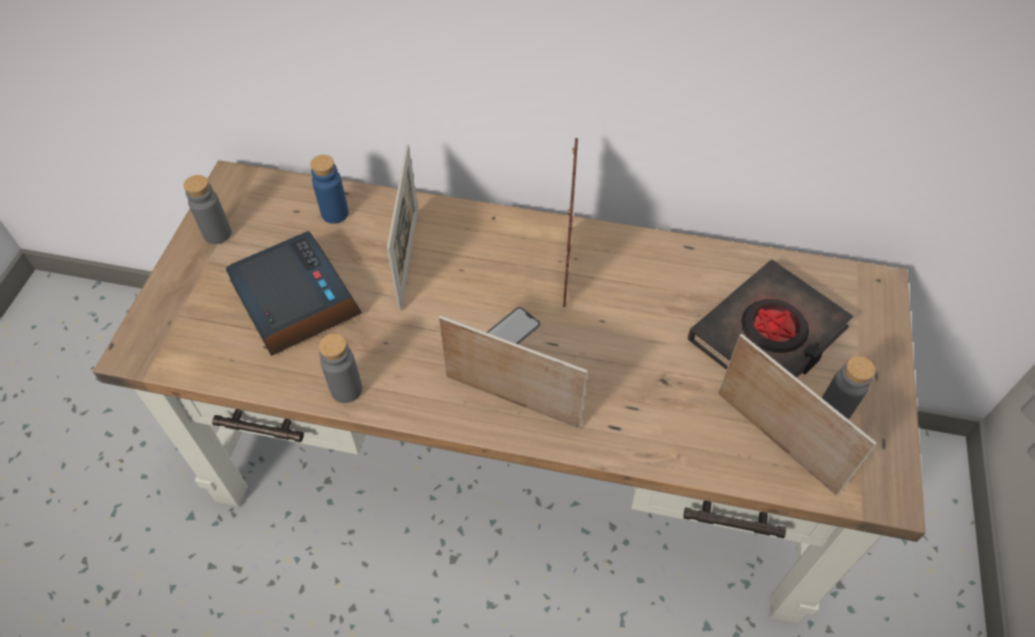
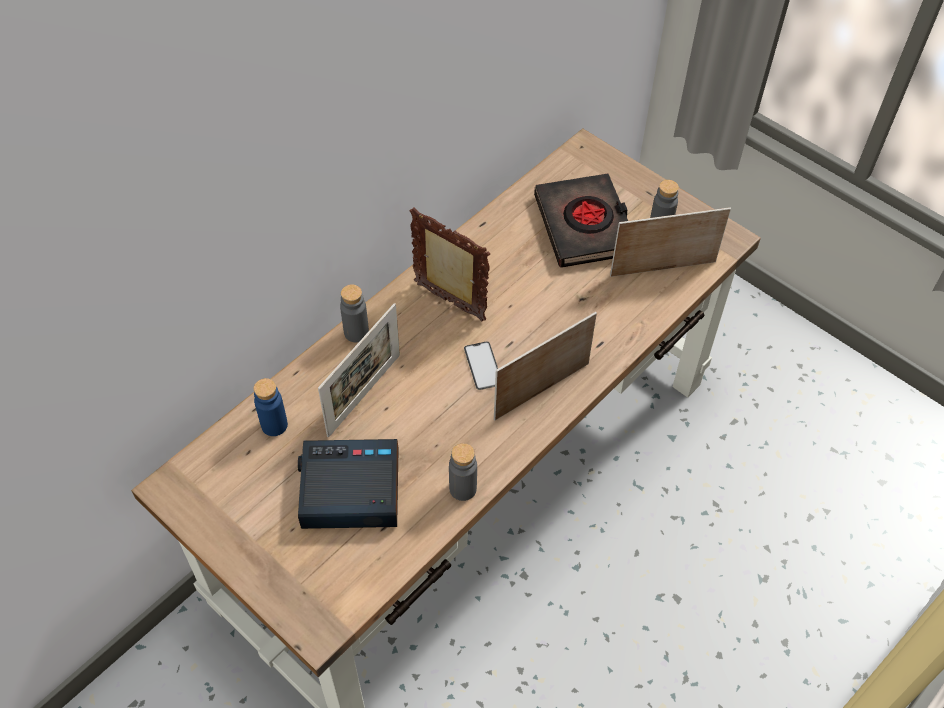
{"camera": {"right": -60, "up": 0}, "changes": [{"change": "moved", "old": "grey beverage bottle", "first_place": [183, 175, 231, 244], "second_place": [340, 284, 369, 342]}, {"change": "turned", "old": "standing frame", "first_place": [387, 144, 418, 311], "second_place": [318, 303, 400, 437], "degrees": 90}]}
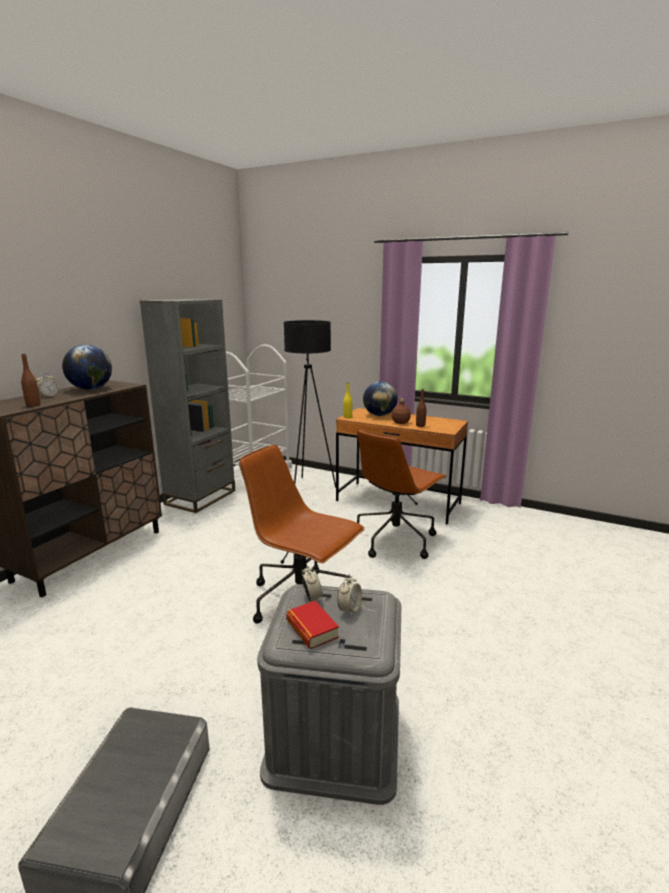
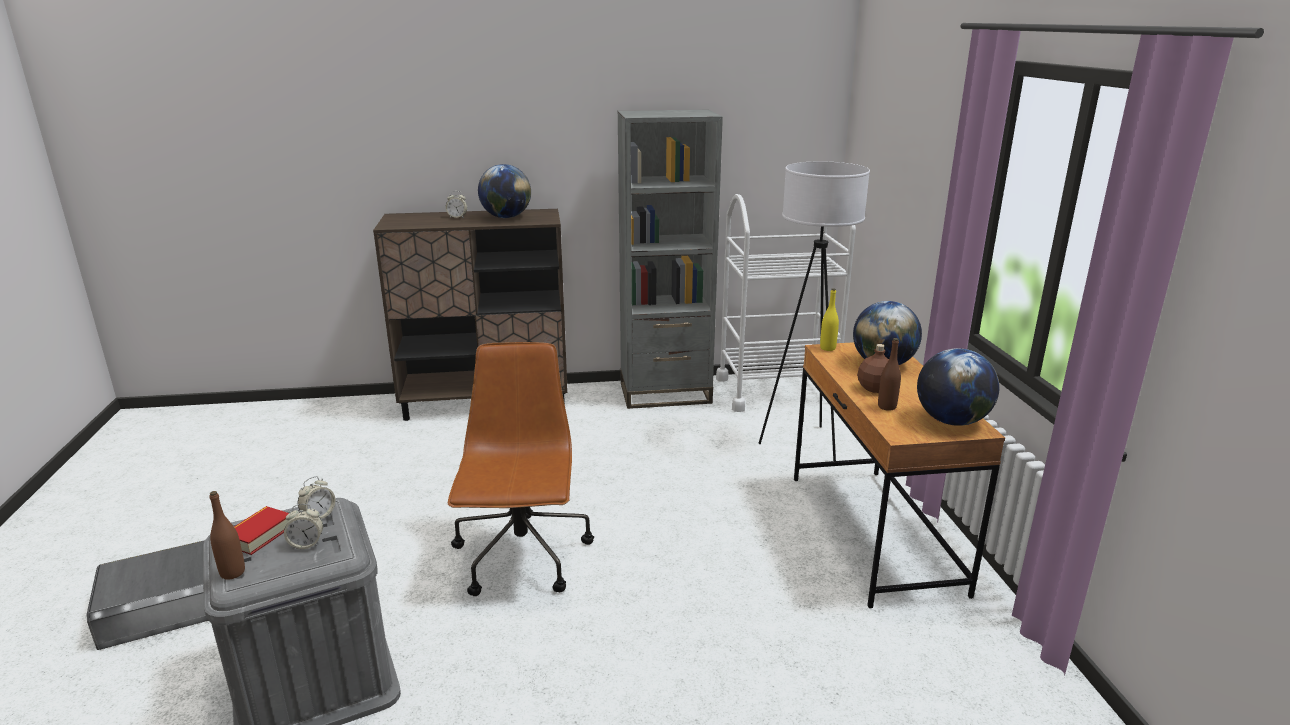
{"camera": {"right": 55, "up": 5}, "changes": [{"change": "removed", "old": "brown computer chair", "first_place": [357, 429, 447, 559]}, {"change": "added", "new": "globe", "second_place": [917, 348, 1000, 426]}, {"change": "moved", "old": "brown beverage bottle", "first_place": [21, 354, 40, 407], "second_place": [209, 491, 245, 580]}, {"change": "recoloured", "old": "black-coloured floor lamp", "new": "whitish floor lamp", "first_place": [284, 320, 336, 488], "second_place": [758, 161, 870, 461]}]}
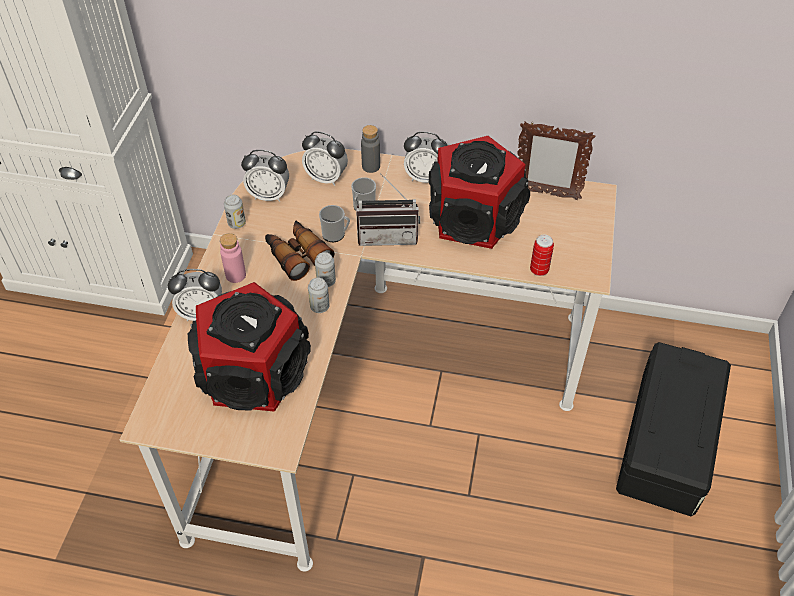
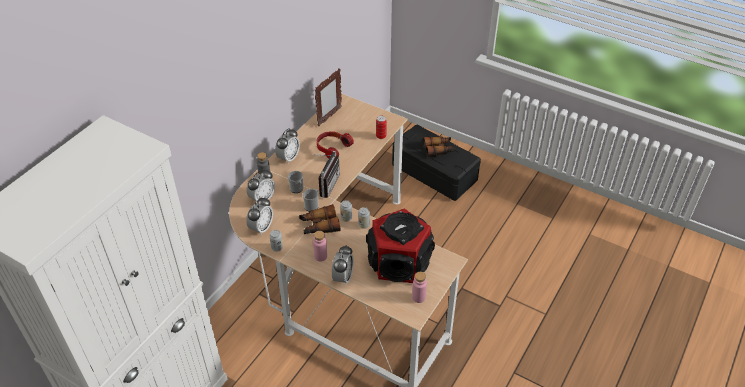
{"camera": {"right": -70, "up": -5}, "changes": [{"change": "added", "new": "pinkish beverage bottle", "second_place": [412, 272, 427, 303]}, {"change": "added", "new": "binoculars", "second_place": [423, 136, 455, 158]}, {"change": "replaced", "old": "speaker", "new": "headphones", "first_place": [429, 136, 530, 249], "second_place": [317, 131, 354, 159]}]}
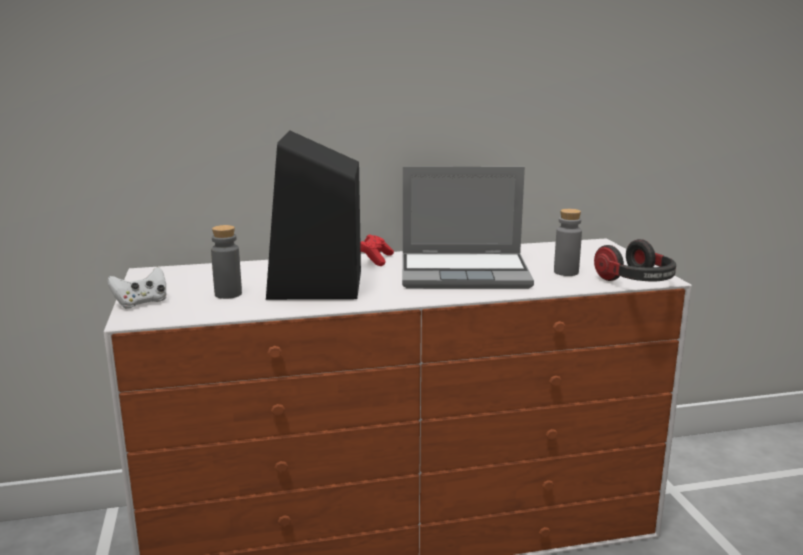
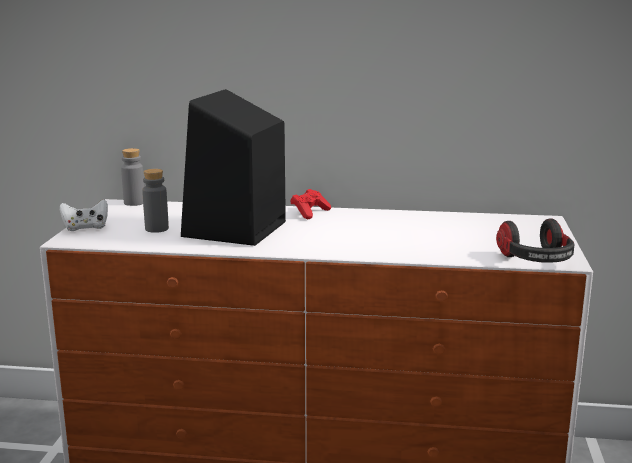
{"camera": {"right": 20, "up": 0}, "changes": [{"change": "removed", "old": "notebook computer", "first_place": [402, 167, 534, 289]}, {"change": "moved", "old": "grey beverage bottle", "first_place": [554, 209, 582, 276], "second_place": [121, 148, 144, 206]}]}
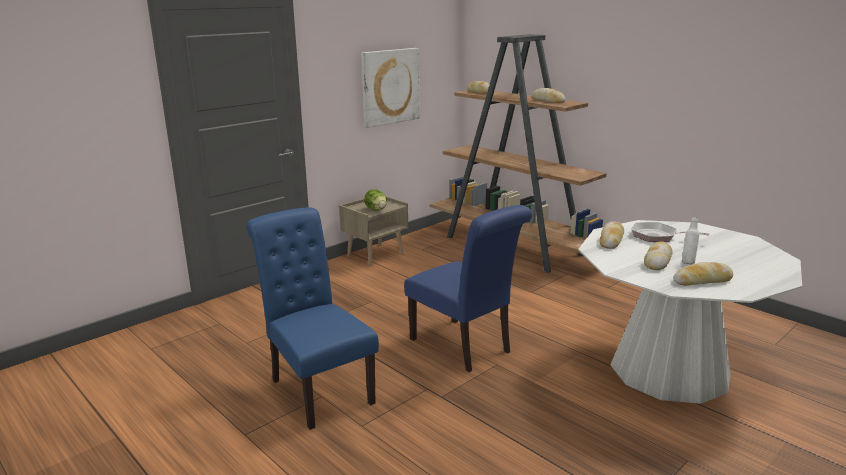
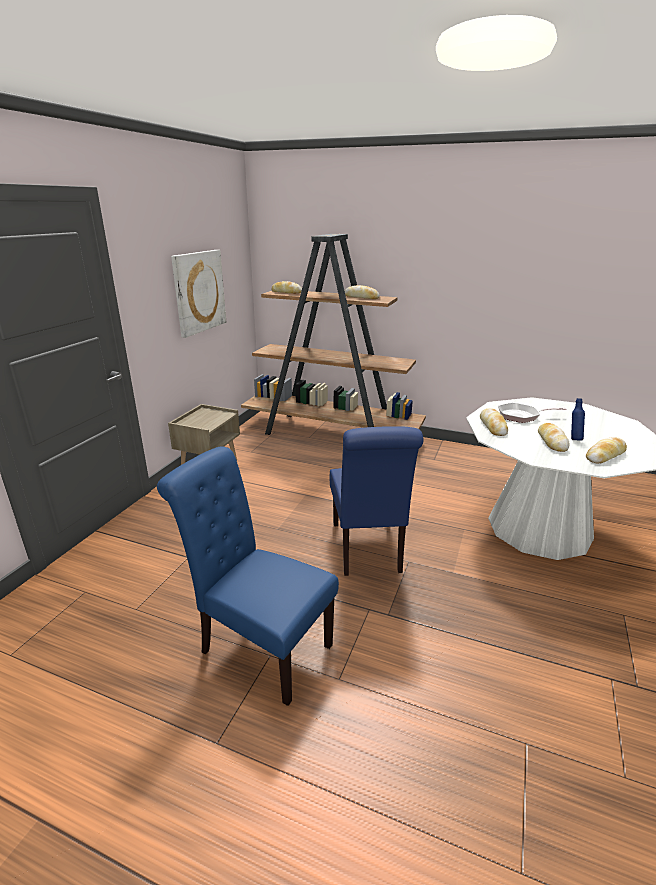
{"camera": {"right": -25, "up": 5}, "changes": [{"change": "removed", "old": "lettuce head", "first_place": [364, 189, 387, 211]}, {"change": "recoloured", "old": "whitish beverage bottle", "new": "blue beverage bottle", "first_place": [682, 217, 699, 265], "second_place": [571, 398, 585, 440]}, {"change": "turned", "old": "blue upright chair", "first_place": [404, 205, 532, 372], "second_place": [330, 426, 423, 576], "degrees": 60}]}
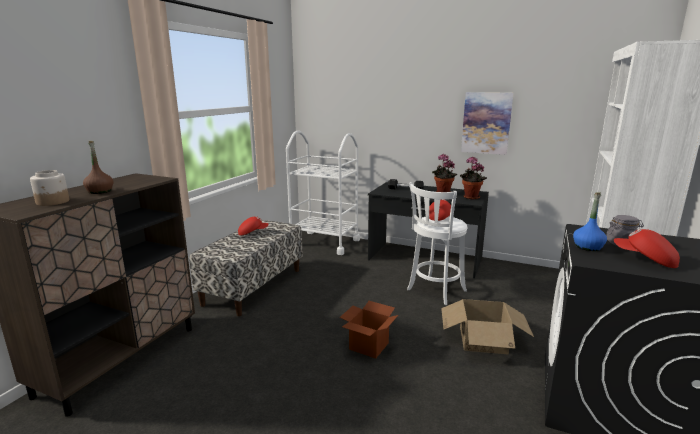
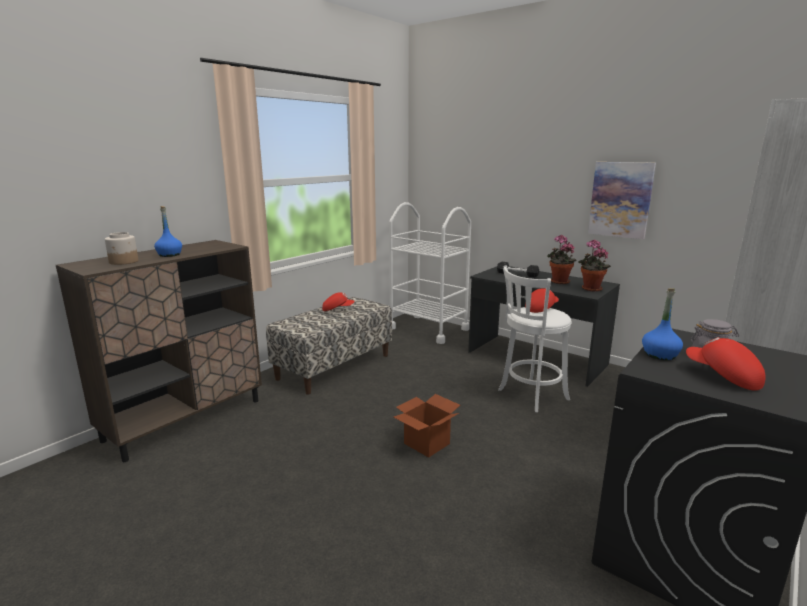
{"camera": {"right": 15, "up": 0}, "changes": [{"change": "removed", "old": "carton", "first_place": [441, 299, 534, 354]}, {"change": "recoloured", "old": "brown beverage bottle", "new": "blue beverage bottle", "first_place": [83, 141, 114, 194], "second_place": [154, 206, 182, 257]}]}
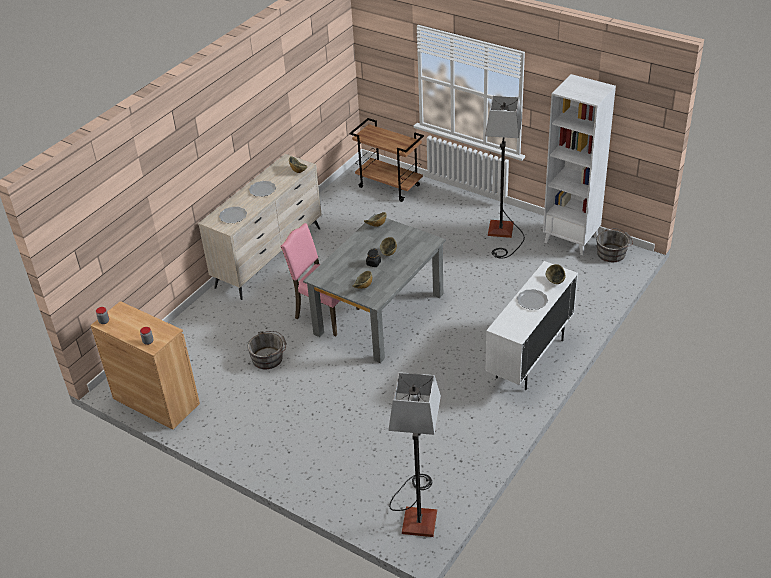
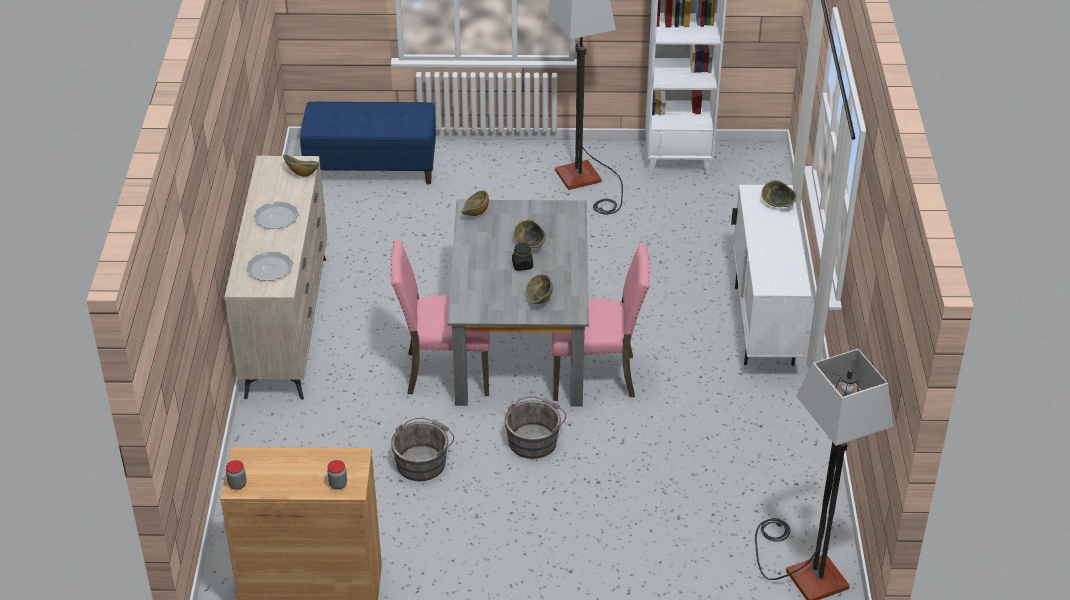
{"camera": {"right": -35, "up": 0}, "changes": [{"change": "removed", "old": "plate", "first_place": [517, 289, 548, 310]}, {"change": "added", "new": "pinkish upright chair", "second_place": [552, 243, 650, 401]}, {"change": "moved", "old": "grey bucket", "first_place": [596, 228, 633, 262], "second_place": [504, 396, 566, 459]}, {"change": "replaced", "old": "brown cart", "new": "blue indoor bench", "first_place": [350, 118, 424, 202], "second_place": [300, 102, 436, 185]}]}
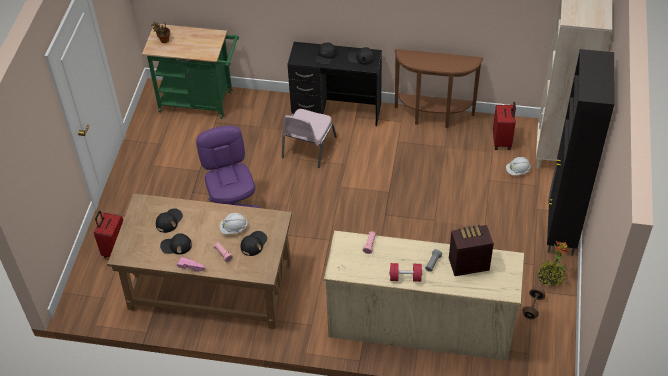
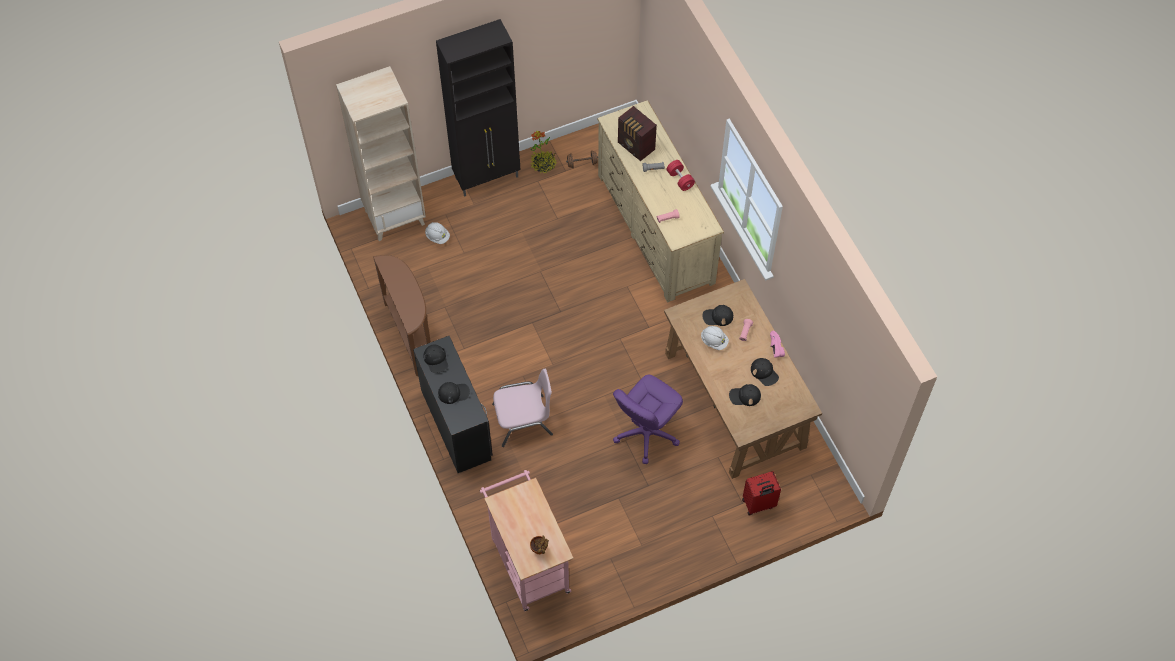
{"camera": {"right": -125, "up": 10}, "changes": [{"change": "removed", "old": "red suitcase", "first_place": [493, 102, 516, 150]}, {"change": "recoloured", "old": "greenish cart", "new": "pinkish cart", "first_place": [142, 24, 239, 119], "second_place": [480, 470, 574, 611]}]}
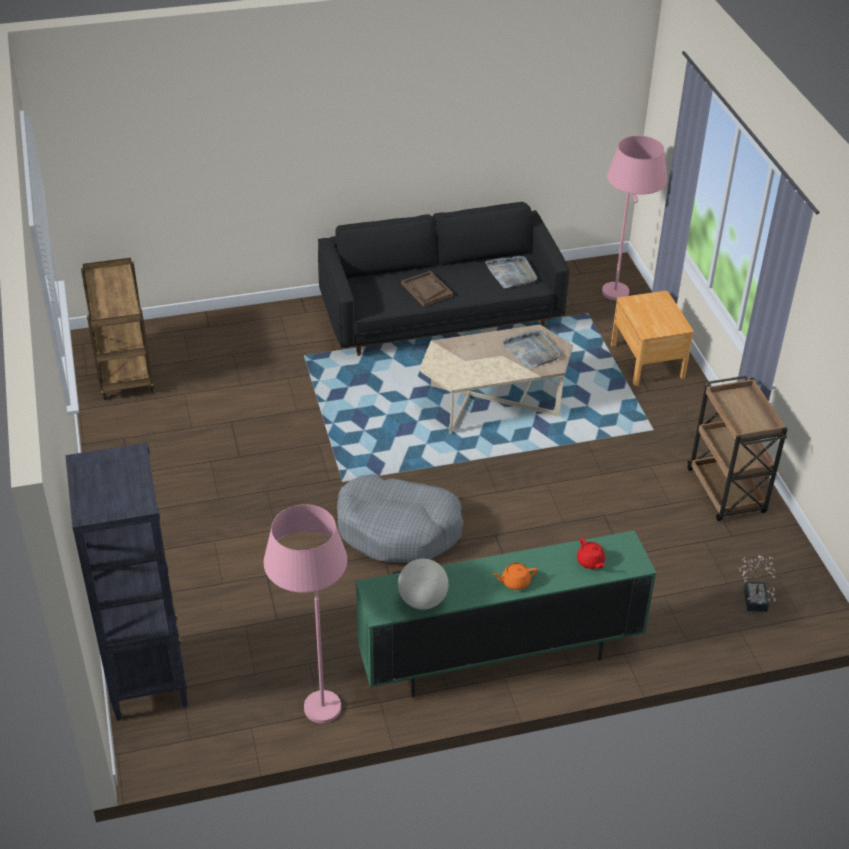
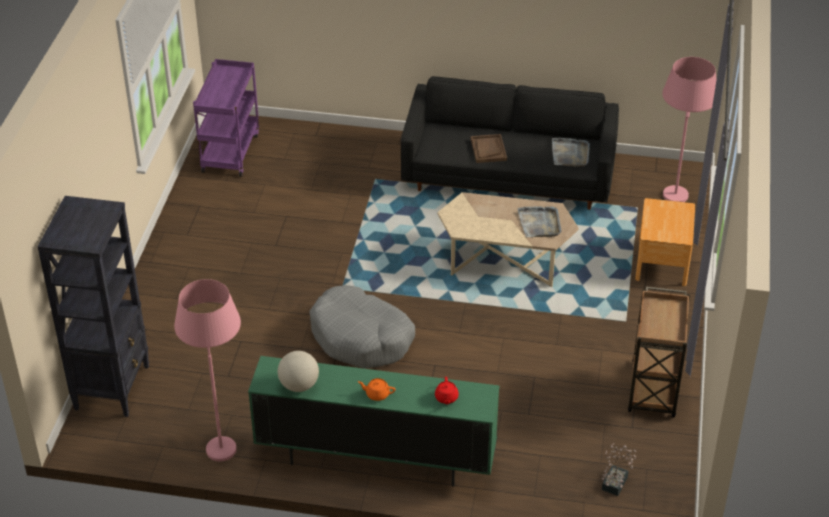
{"camera": {"right": 25, "up": 0}, "changes": [{"change": "recoloured", "old": "brown cart", "new": "purple cart", "first_place": [81, 258, 154, 400], "second_place": [193, 59, 259, 177]}]}
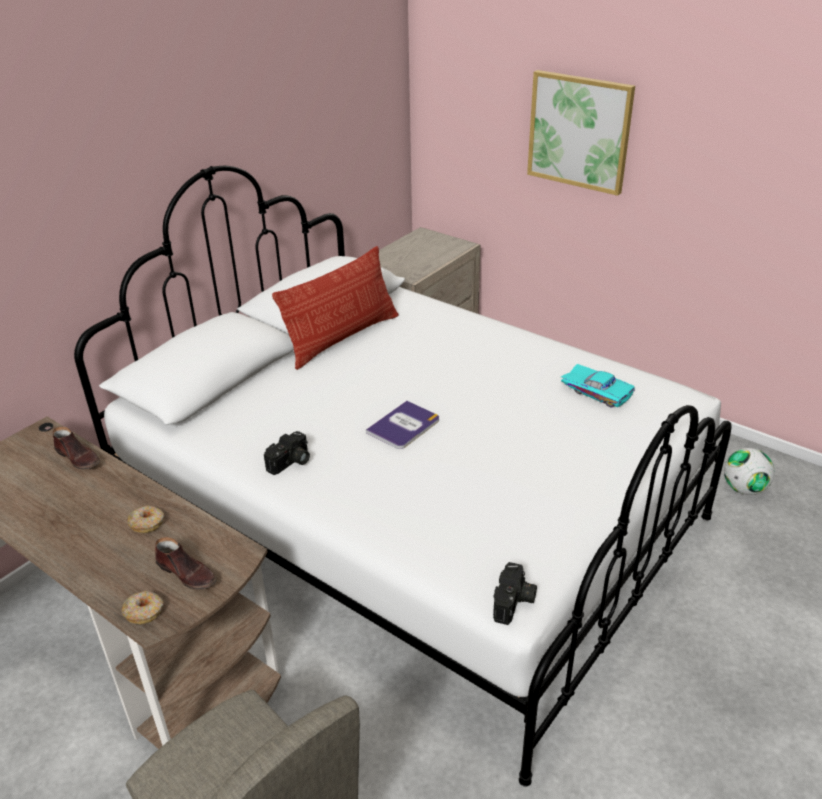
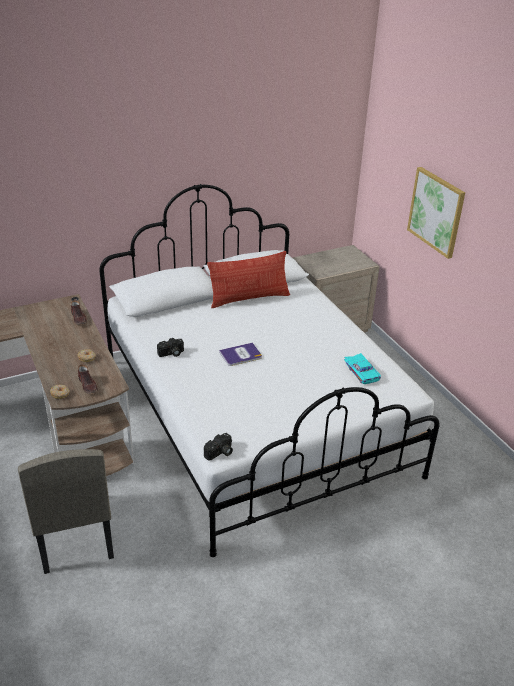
{"camera": {"right": 25, "up": 0}, "changes": [{"change": "removed", "old": "football ball", "first_place": [724, 448, 775, 495]}]}
